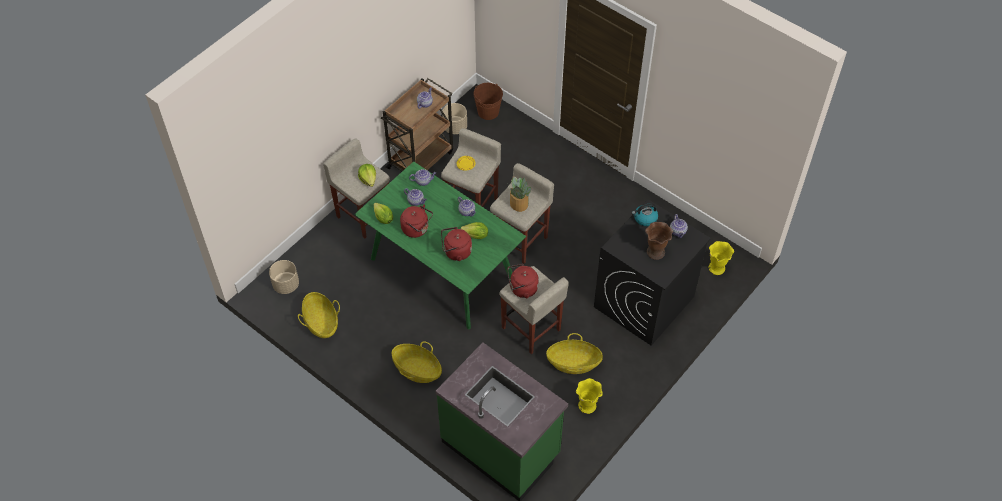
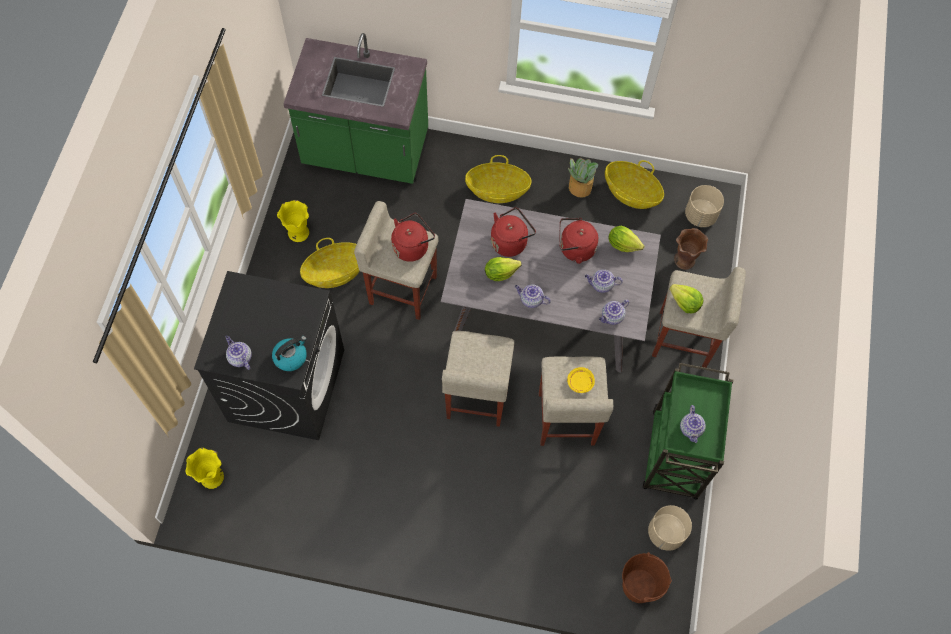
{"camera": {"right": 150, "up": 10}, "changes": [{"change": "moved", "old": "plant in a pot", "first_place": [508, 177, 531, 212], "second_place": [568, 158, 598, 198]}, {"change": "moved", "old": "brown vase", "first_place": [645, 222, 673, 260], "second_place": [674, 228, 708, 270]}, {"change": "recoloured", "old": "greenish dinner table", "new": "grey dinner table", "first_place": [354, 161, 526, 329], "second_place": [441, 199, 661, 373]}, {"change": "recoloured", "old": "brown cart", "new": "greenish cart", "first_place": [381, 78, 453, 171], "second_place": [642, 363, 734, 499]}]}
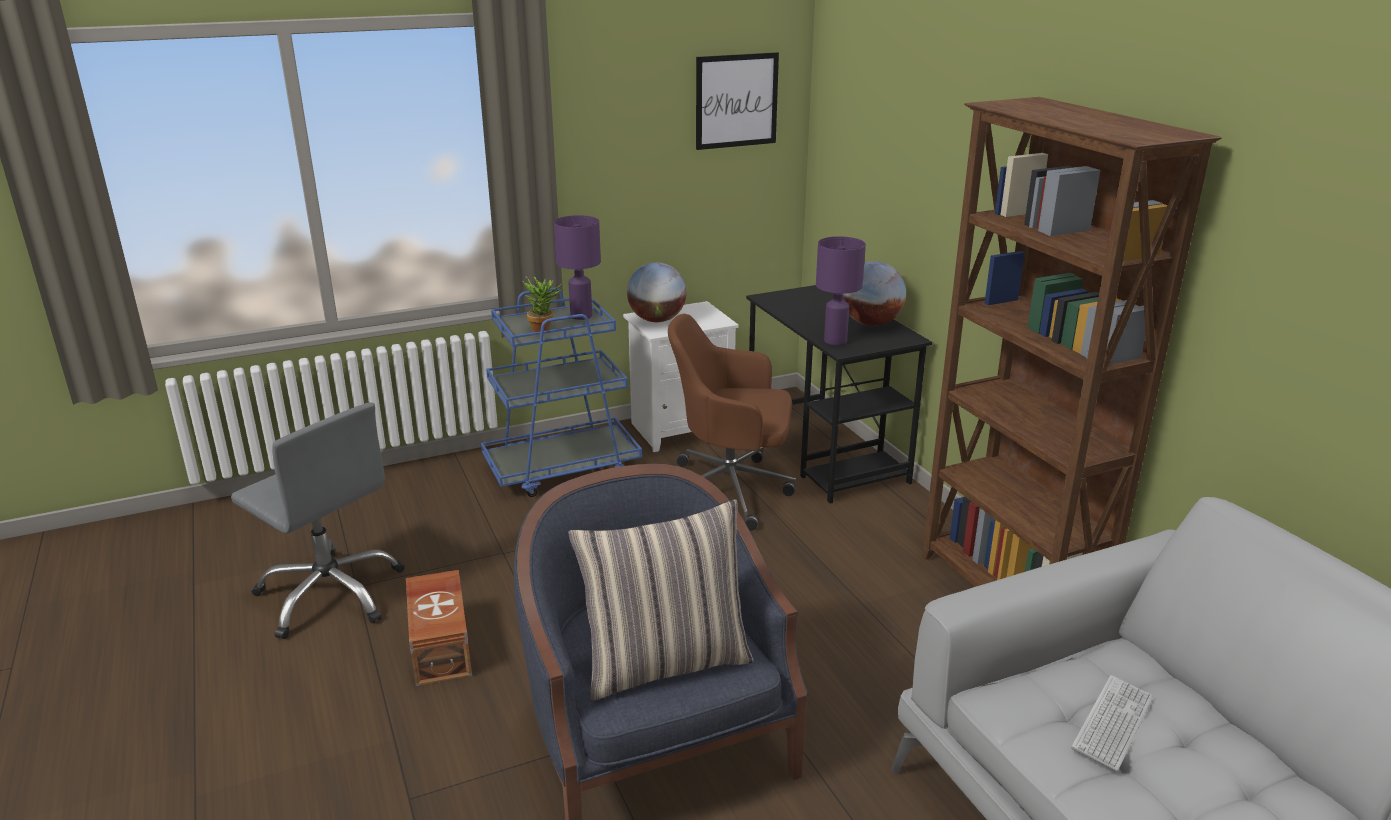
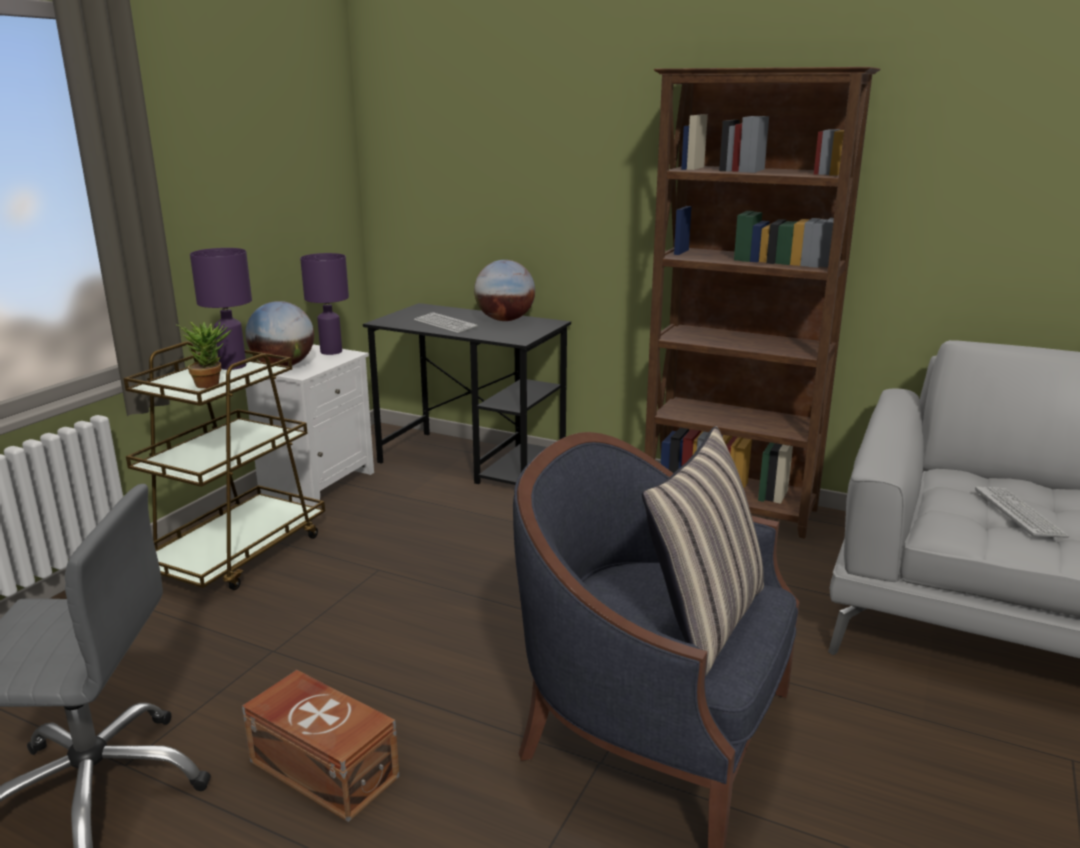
{"camera": {"right": -40, "up": -5}, "changes": [{"change": "removed", "old": "brown computer chair", "first_place": [668, 314, 796, 531]}, {"change": "removed", "old": "wall art", "first_place": [696, 52, 779, 150]}, {"change": "added", "new": "computer keyboard", "second_place": [414, 312, 478, 333]}, {"change": "moved", "old": "purple table lamp", "first_place": [816, 236, 866, 345], "second_place": [300, 253, 349, 355]}, {"change": "recoloured", "old": "blue cart", "new": "brown cart", "first_place": [481, 287, 642, 497], "second_place": [123, 342, 325, 590]}]}
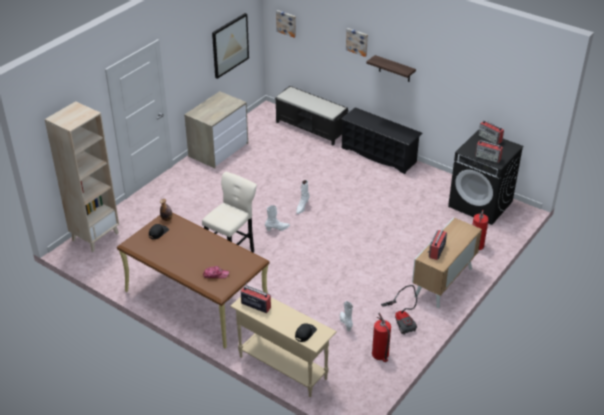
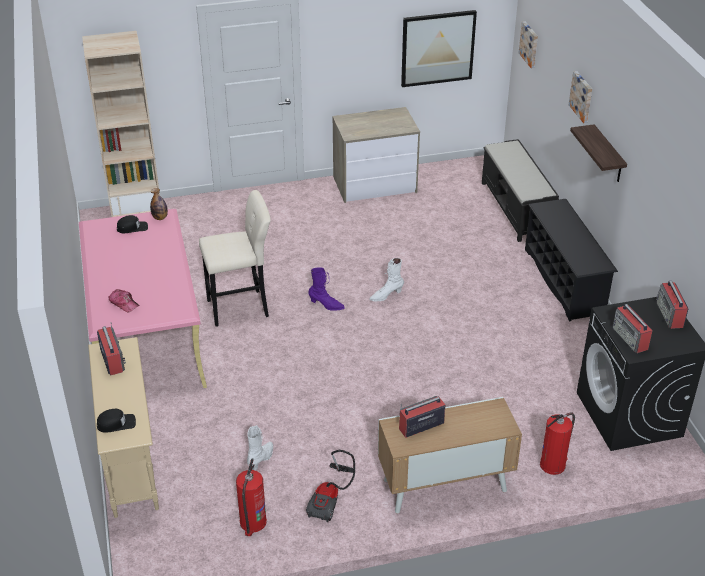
{"camera": {"right": 40, "up": 0}, "changes": [{"change": "recoloured", "old": "brown desk unit", "new": "pinkish desk unit", "first_place": [117, 213, 269, 348], "second_place": [79, 209, 207, 388]}, {"change": "recoloured", "old": "whitish tall boot", "new": "purple tall boot", "first_place": [265, 205, 290, 231], "second_place": [309, 267, 345, 311]}]}
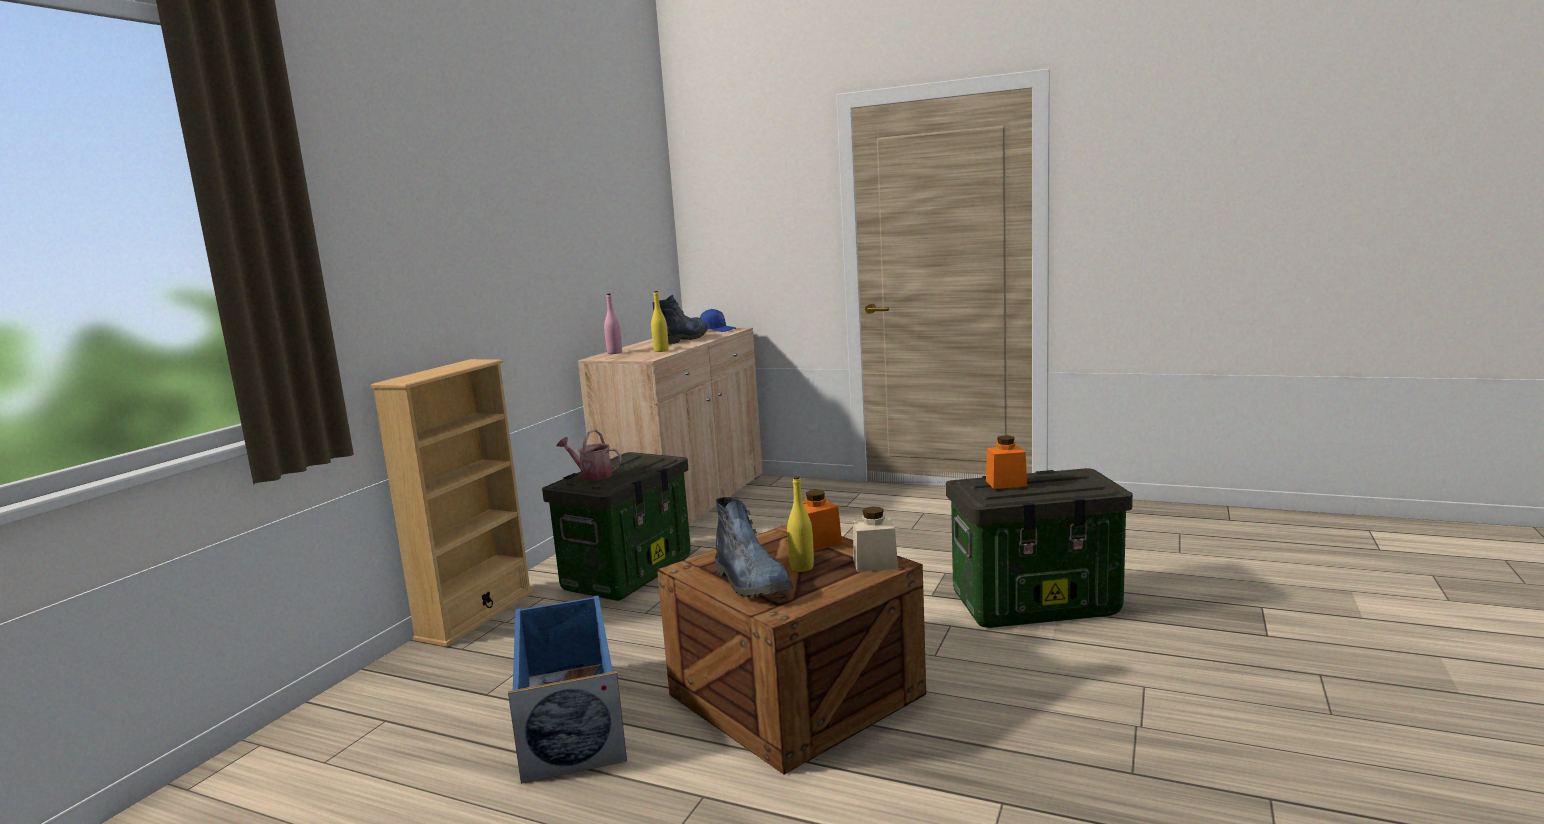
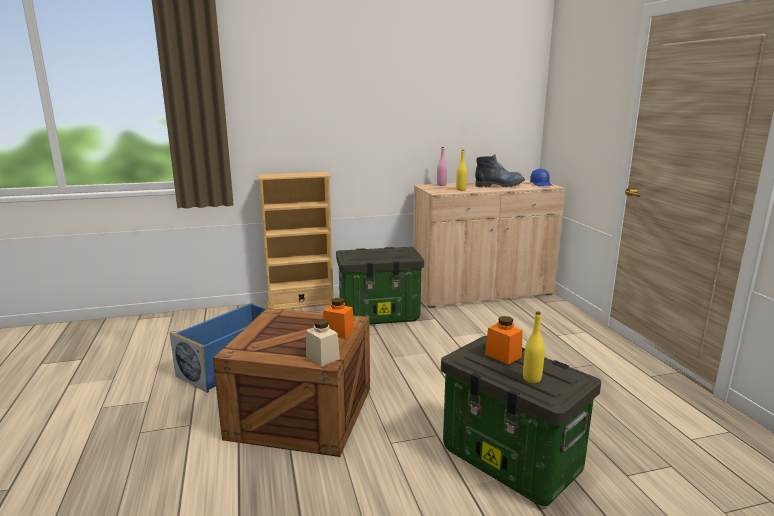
{"camera": {"right": 50, "up": 5}, "changes": [{"change": "removed", "old": "sprinkling can", "first_place": [557, 429, 622, 481]}, {"change": "removed", "old": "tall boot", "first_place": [715, 497, 793, 597]}, {"change": "moved", "old": "yellowish beverage bottle", "first_place": [787, 476, 814, 572], "second_place": [523, 312, 545, 383]}]}
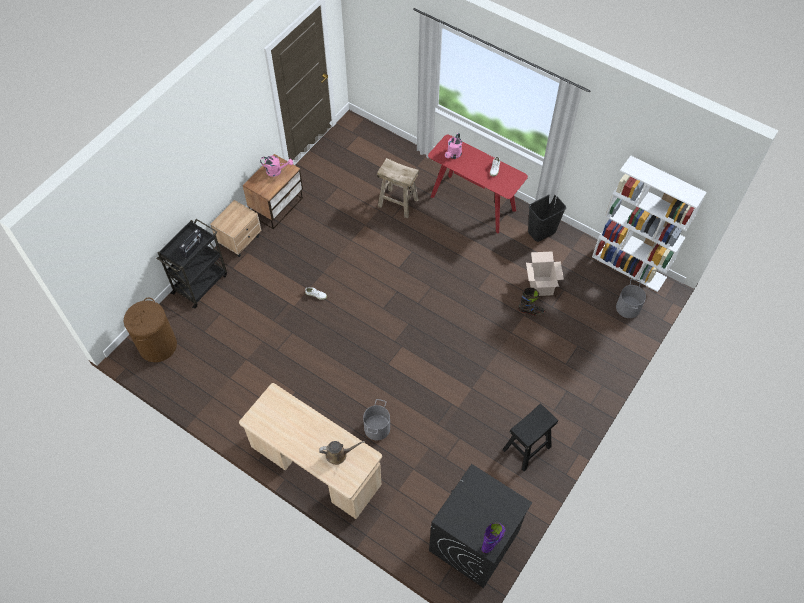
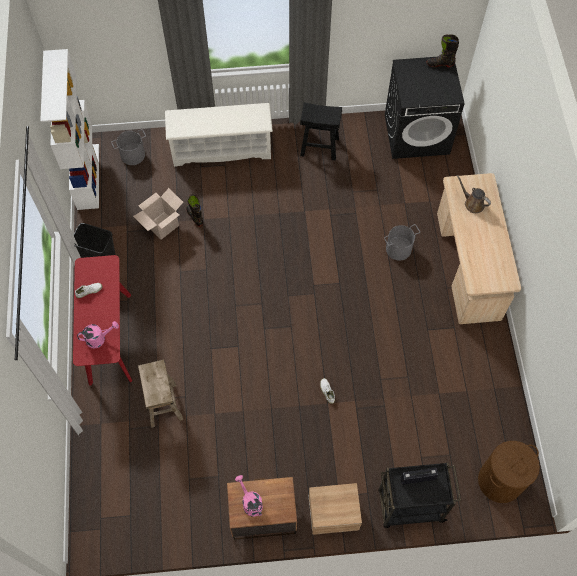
{"camera": {"right": -130, "up": 5}, "changes": [{"change": "added", "new": "whitish shoe stand", "second_place": [165, 103, 273, 167]}, {"change": "recoloured", "old": "purple tall boot", "new": "black-coloured tall boot", "first_place": [481, 523, 506, 553], "second_place": [426, 34, 459, 67]}]}
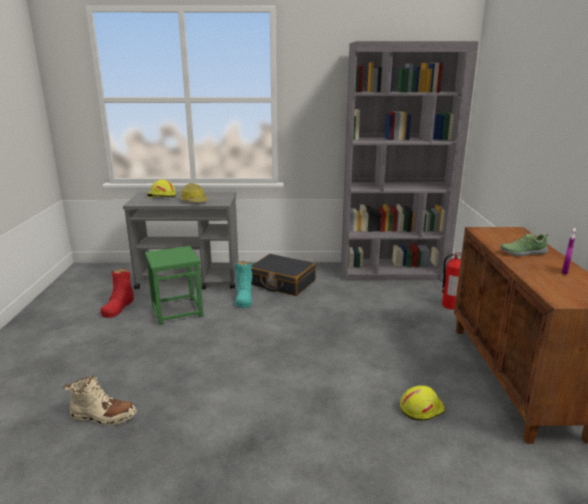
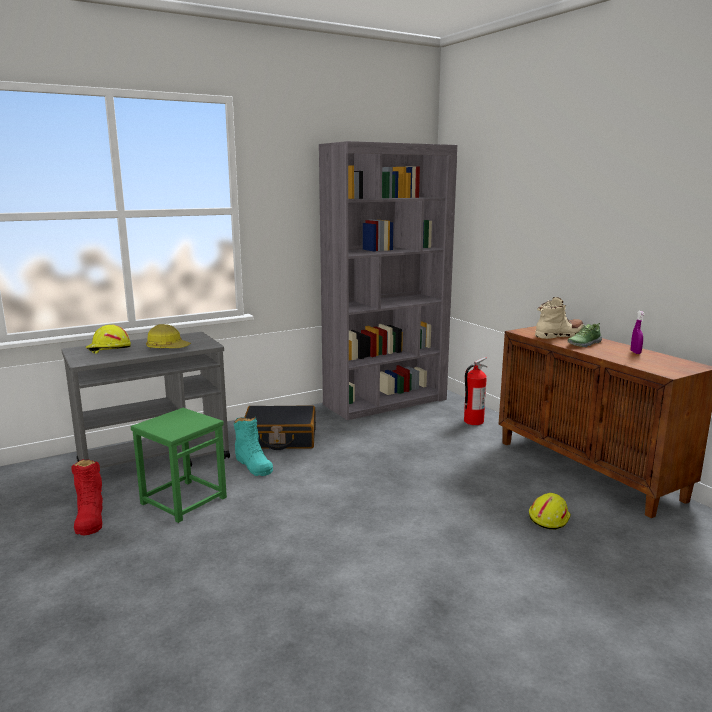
{"camera": {"right": -30, "up": -5}, "changes": [{"change": "moved", "old": "sand-coloured tall boot", "first_place": [63, 376, 137, 426], "second_place": [535, 297, 584, 339]}]}
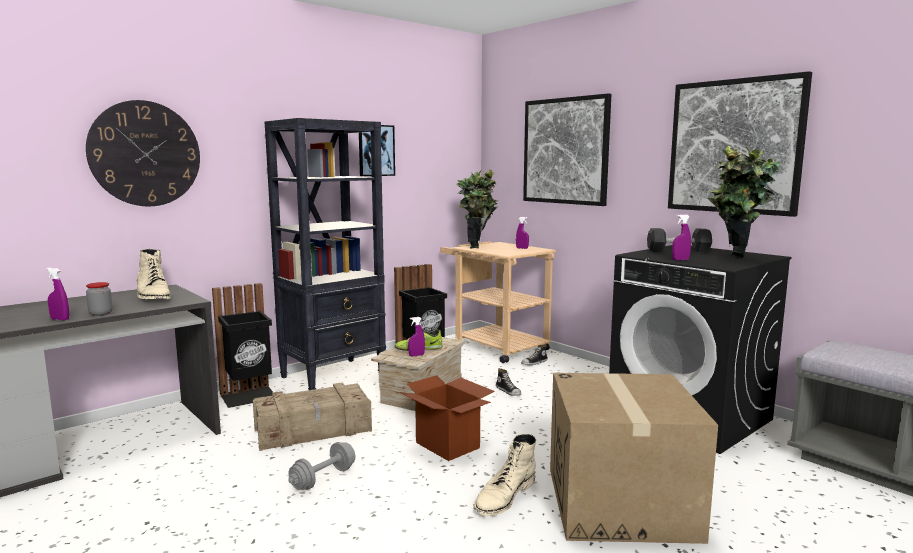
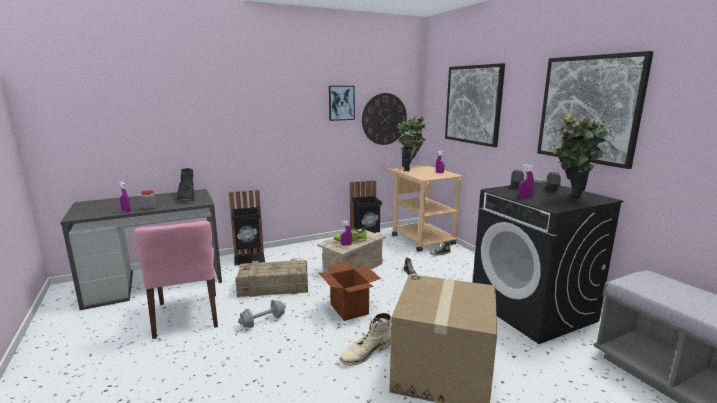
{"camera": {"right": 15, "up": 5}, "changes": [{"change": "removed", "old": "black-coloured shelving unit", "first_place": [265, 118, 386, 390]}, {"change": "added", "new": "pinkish upright chair", "second_place": [134, 221, 218, 339]}, {"change": "moved", "old": "hanging clock", "first_place": [86, 100, 200, 207], "second_place": [362, 93, 407, 145]}, {"change": "recoloured", "old": "sand-coloured tall boot", "new": "black-coloured tall boot", "first_place": [137, 249, 171, 299], "second_place": [177, 168, 195, 201]}]}
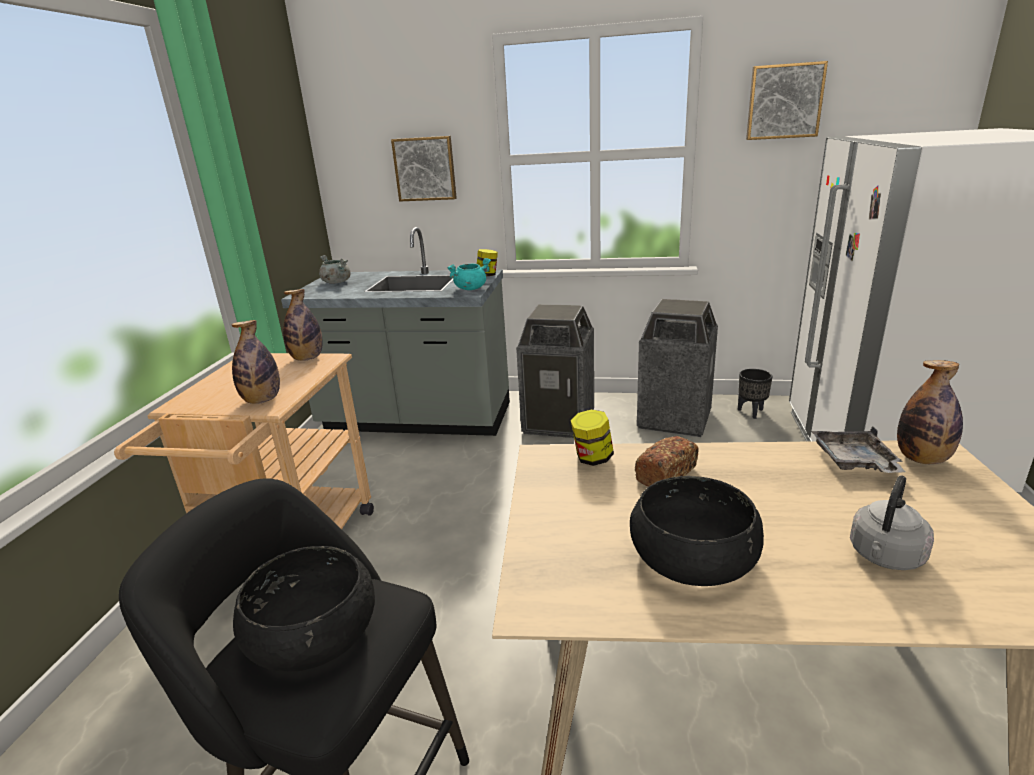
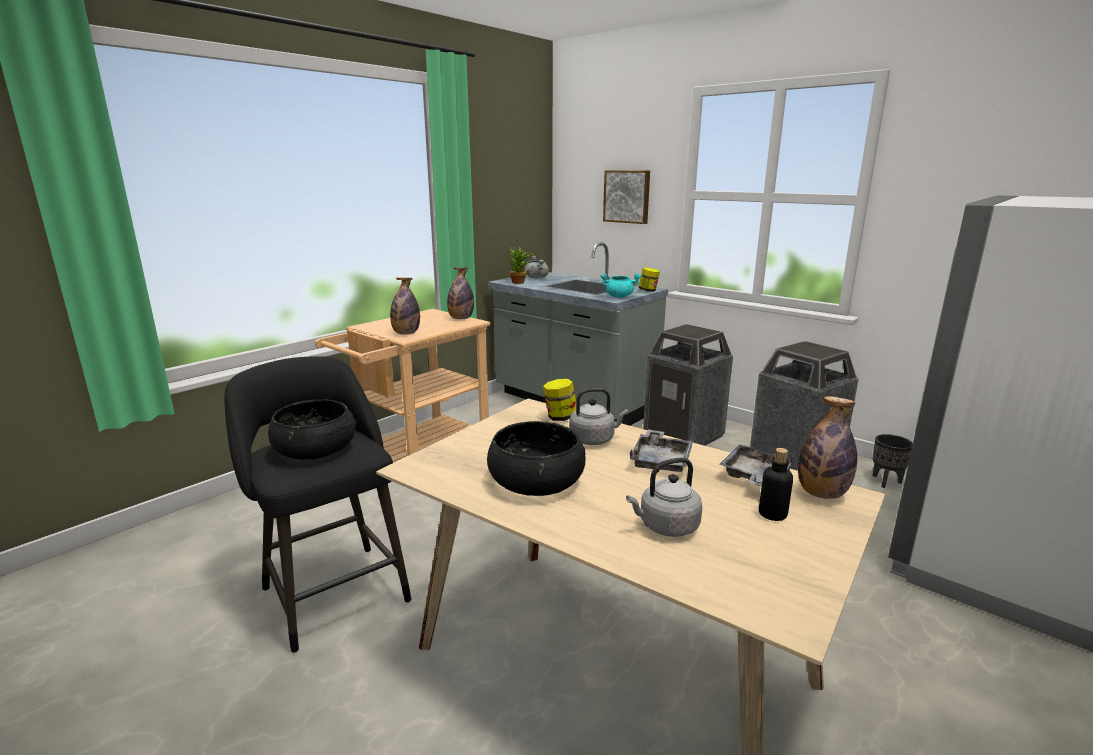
{"camera": {"right": 30, "up": -5}, "changes": [{"change": "removed", "old": "wall art", "first_place": [746, 61, 828, 140]}, {"change": "added", "new": "plant in a pot", "second_place": [508, 247, 534, 284]}, {"change": "added", "new": "grey tray", "second_place": [629, 429, 693, 472]}, {"change": "added", "new": "beverage bottle", "second_place": [759, 448, 793, 521]}, {"change": "replaced", "old": "bakery bread", "new": "grey tea kettle", "first_place": [635, 436, 699, 487], "second_place": [569, 388, 628, 445]}]}
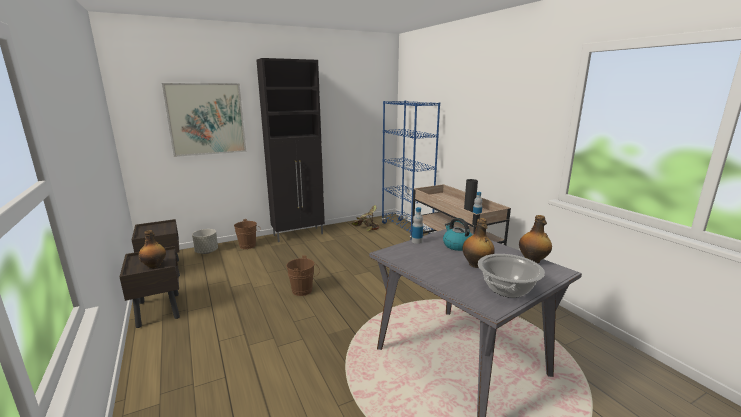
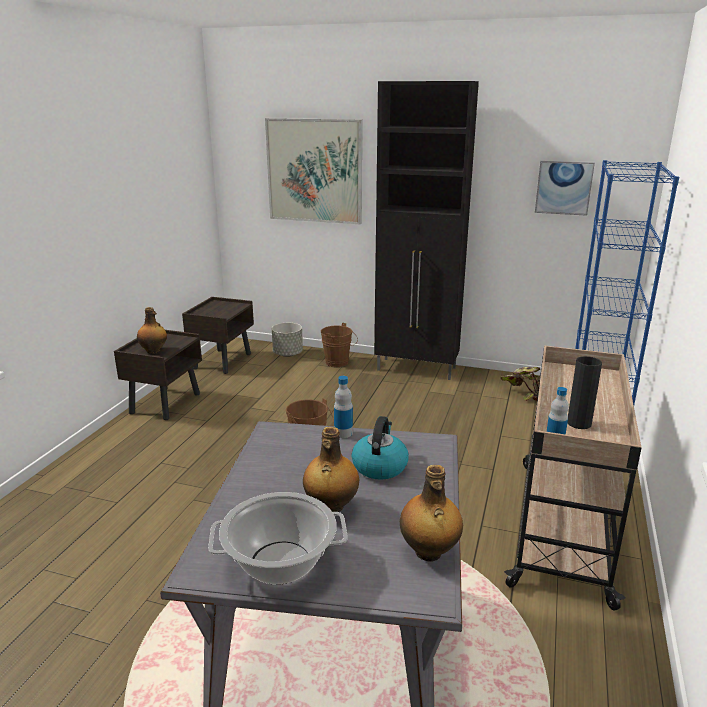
{"camera": {"right": 45, "up": 5}, "changes": [{"change": "added", "new": "wall art", "second_place": [535, 161, 595, 216]}]}
